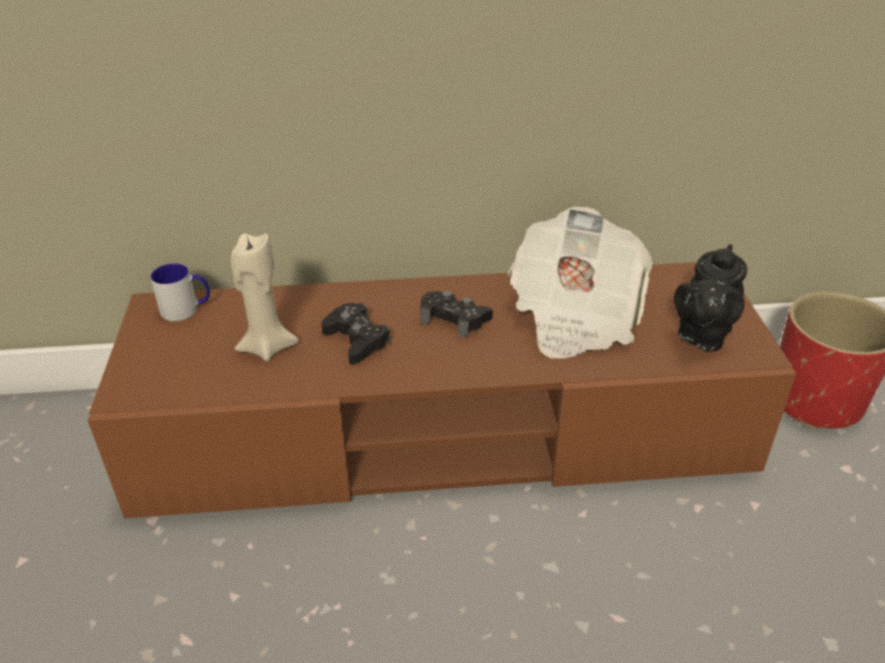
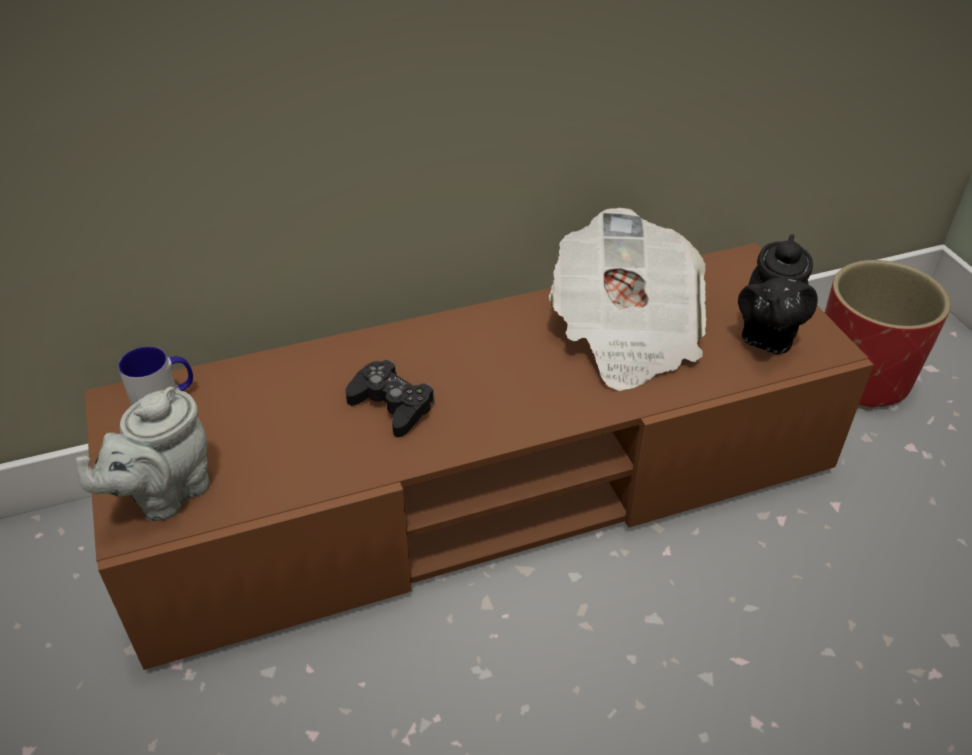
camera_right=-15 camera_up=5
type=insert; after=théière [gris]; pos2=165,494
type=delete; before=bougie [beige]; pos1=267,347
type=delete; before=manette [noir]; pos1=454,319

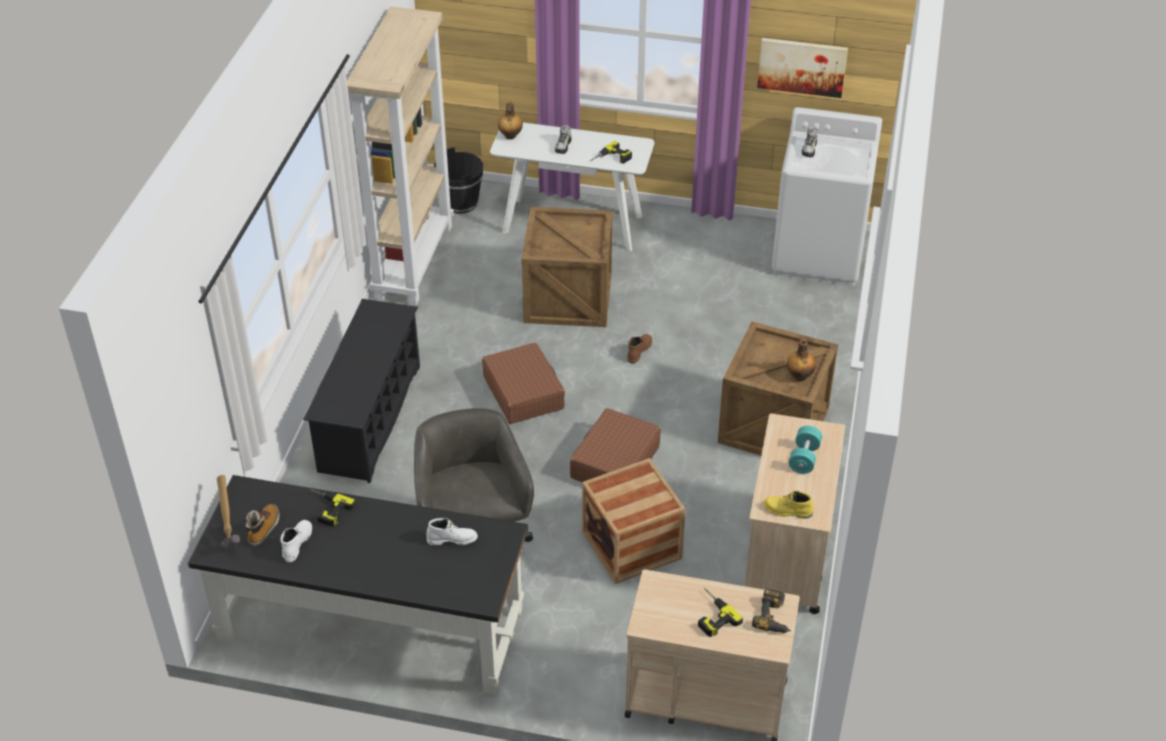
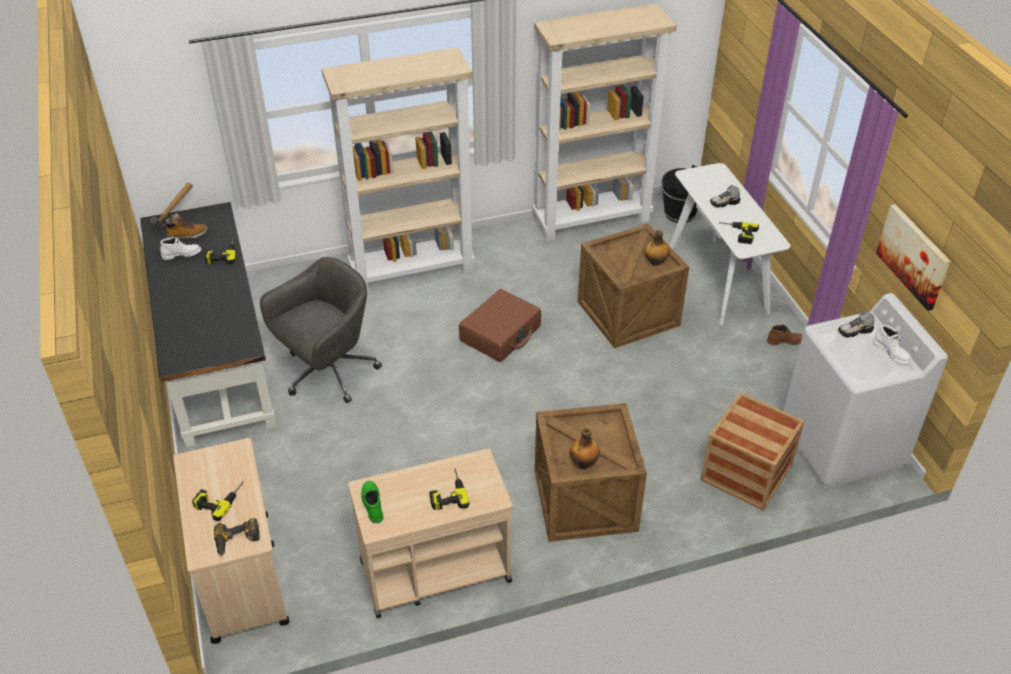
camera_right=60 camera_up=0
type=replace; before=étagère à chaussures [noir]; after=bibliothèque [beige]; pos1=369,418; pos2=412,270
type=recolor; before=botte [jaune]; after=botte [vert]; pos1=787,511; pos2=371,504
type=replace; before=haltère [turquoise]; after=perceuse; pos1=804,458; pos2=447,492
type=move; before=bouteille; pos1=510,136; pos2=655,262
type=move; before=caisse; pos1=631,545; pos2=746,473
type=move; before=botte [marron]; pos1=638,350; pos2=785,341
type=move; before=botte [blanc]; pos1=452,539; pos2=892,352
type=delete; before=valise [marron]; pos1=614,462

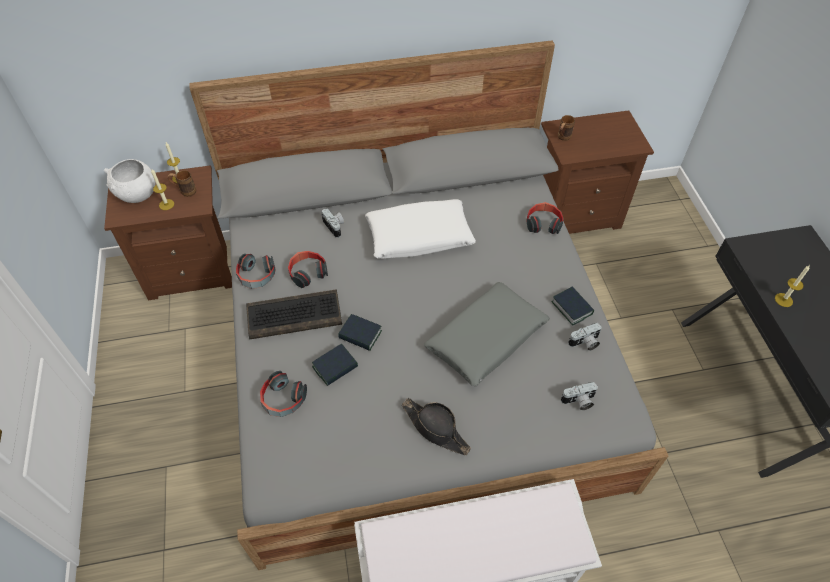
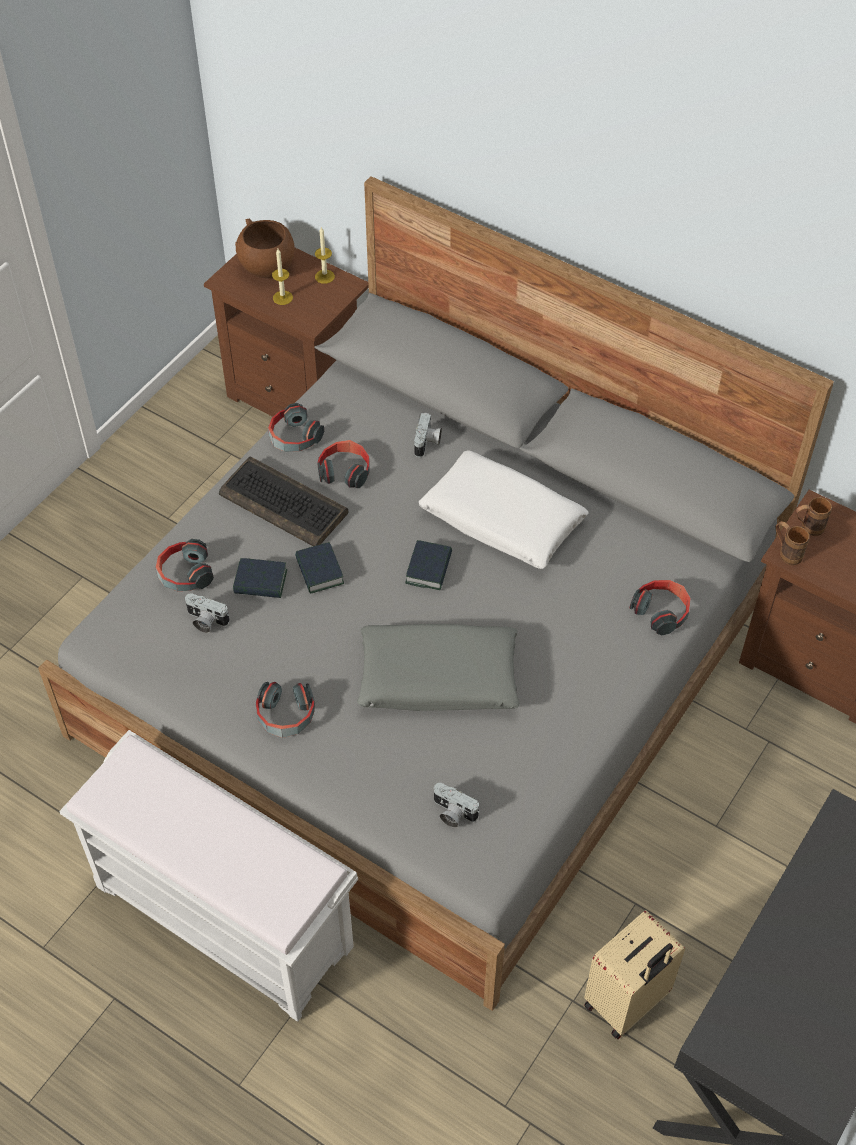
camera_right=45 camera_up=0
type=move; before=appareil photo; pos1=585,343; pos2=205,621
type=recolor; before=bol [blanc]; after=bol [marron]; pos1=138,195; pos2=267,269
type=replace; before=chapeau [noir]; after=casque audio; pos1=436,429; pos2=285,716
type=move; before=livre; pos1=572,308; pos2=429,569
type=insert; after=valise [beige]; pos2=627,1002
type=move; before=mug [marron]; pos1=185,191; pos2=786,553
type=delete; before=bougie; pos1=783,300

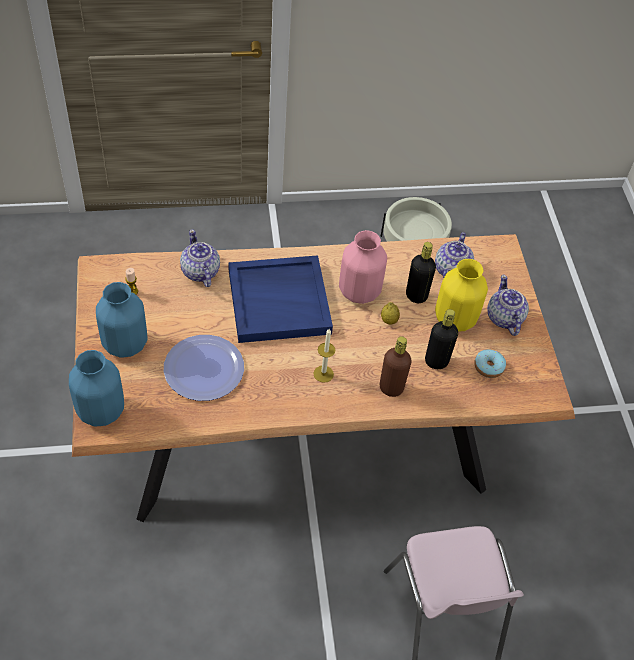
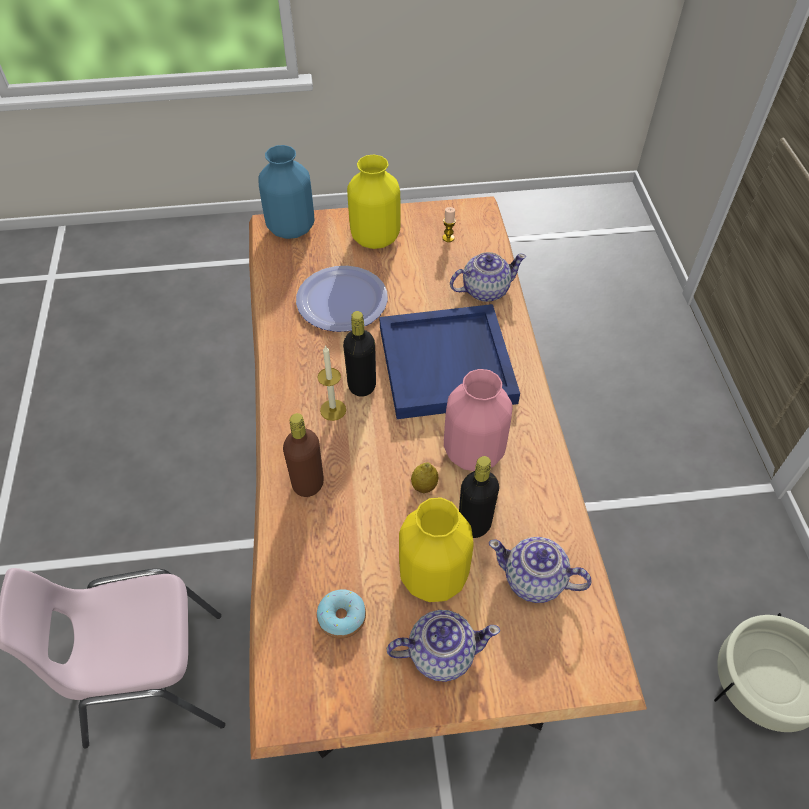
camera_right=95 camera_up=0
type=move; before=bouteille [noir]; pos1=436,361; pos2=362,386
type=recolor; before=vase [bleu]; after=vase [jaune]; pos1=125,343; pos2=376,238

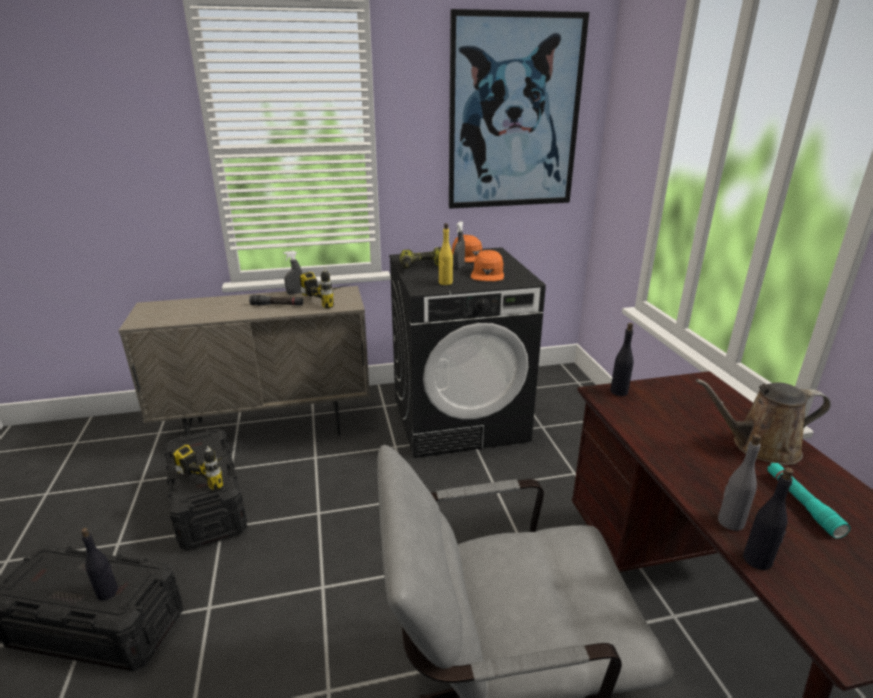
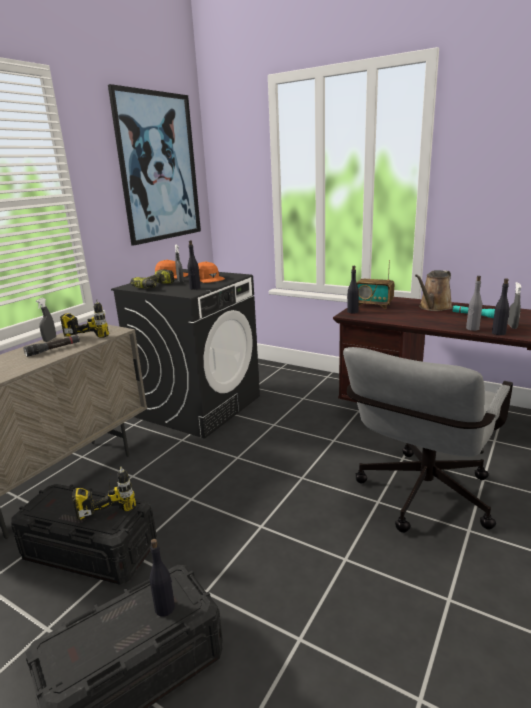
camera_right=-45 camera_up=-5
type=recolor; before=bouteille [jaune]; after=bouteille [noir]; pos1=445,283; pos2=195,288
type=insert; after=radio; pos2=373,305
type=insert; after=vaporisateur [gris]; pos2=512,326

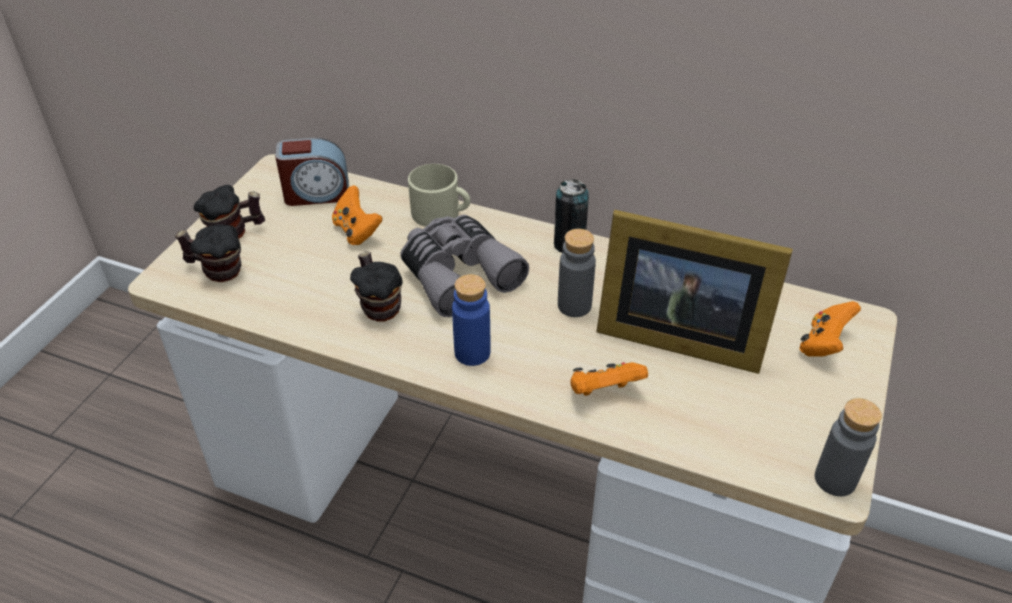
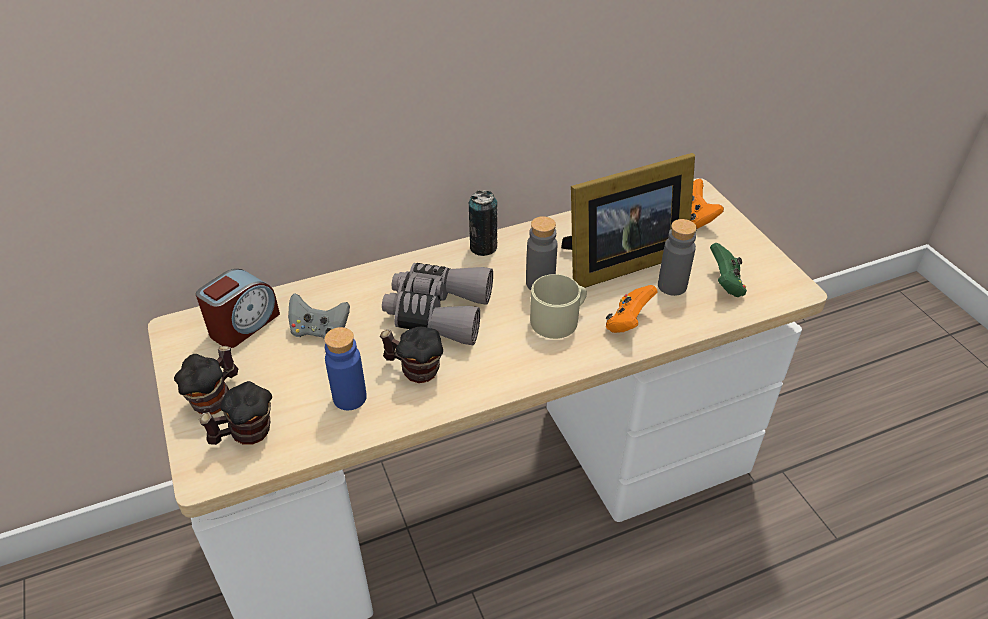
camera_right=-45 camera_up=0
type=recolor; before=manette [orange]; after=manette [gris]; pos1=357,231; pos2=319,331
type=move; before=bouteille [bleu]; pos1=472,353; pos2=350,397
type=move; before=mug [beige]; pos1=441,213; pos2=559,319
type=move; before=bouteille [gris]; pos1=835,479; pos2=672,286
type=insert; after=manette [vert]; pos2=725,284

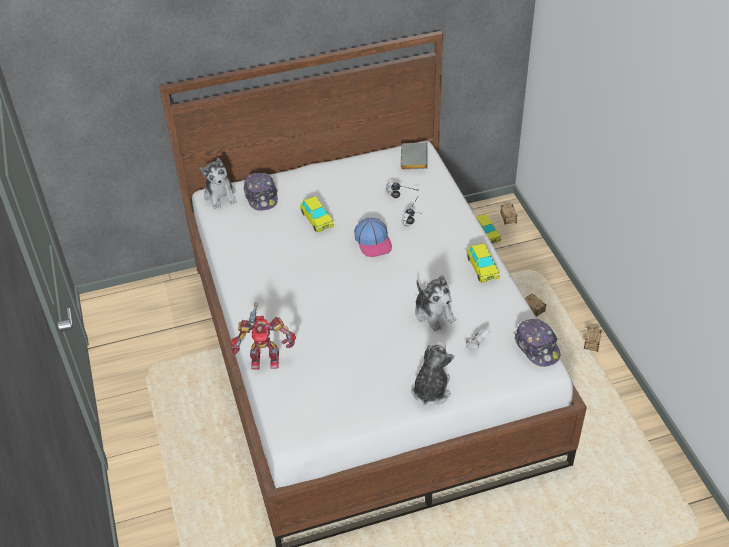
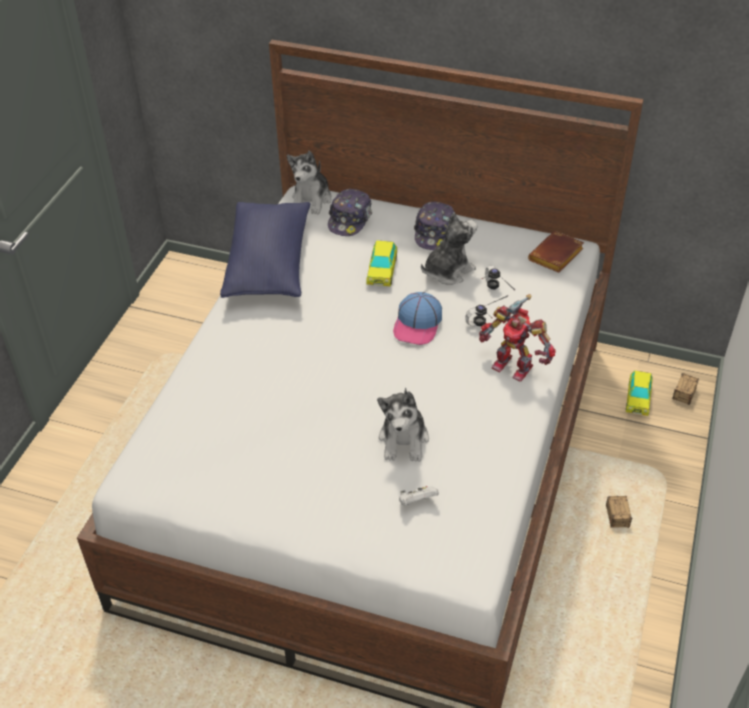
camera_right=35 camera_up=0
type=insert; after=coussin [bleu]; pos2=269,264
type=move; before=casquette; pos1=537,347; pos2=435,233
type=move; before=peluche; pos1=430,390; pos2=448,271
type=move; before=robot jouet; pos1=265,358; pos2=513,365
type=recolor; before=livre [gris]; after=livre [marron]; pos1=415,160; pos2=556,257
type=delete; before=petite voiture; pos1=482,268
type=delete; before=boîte de rangement; pos1=590,353

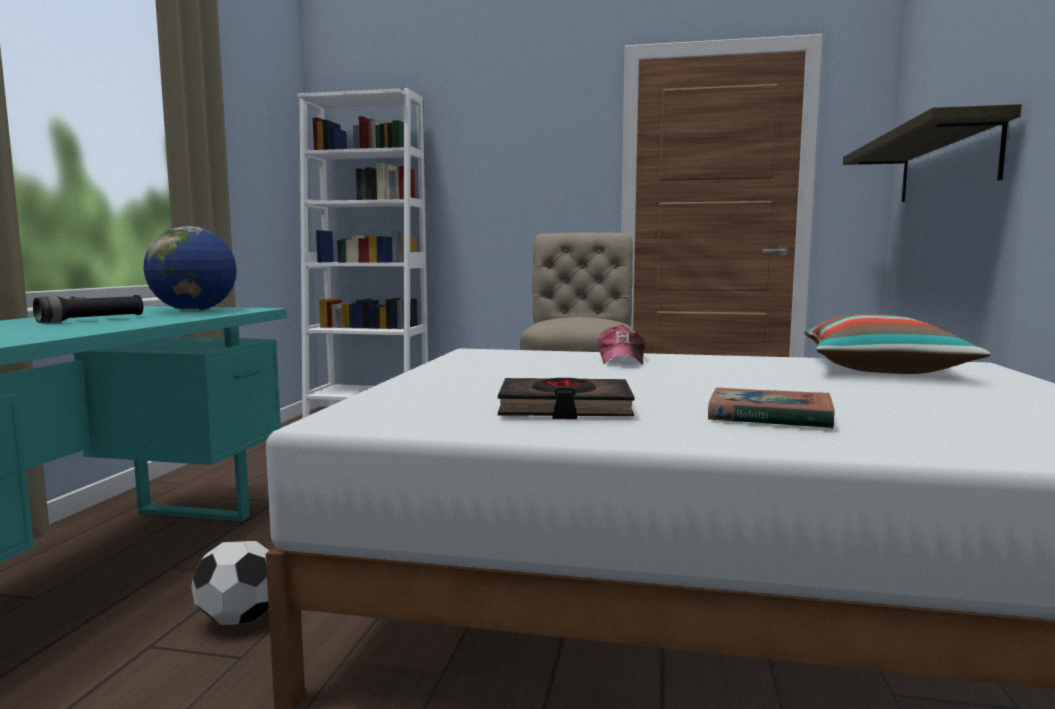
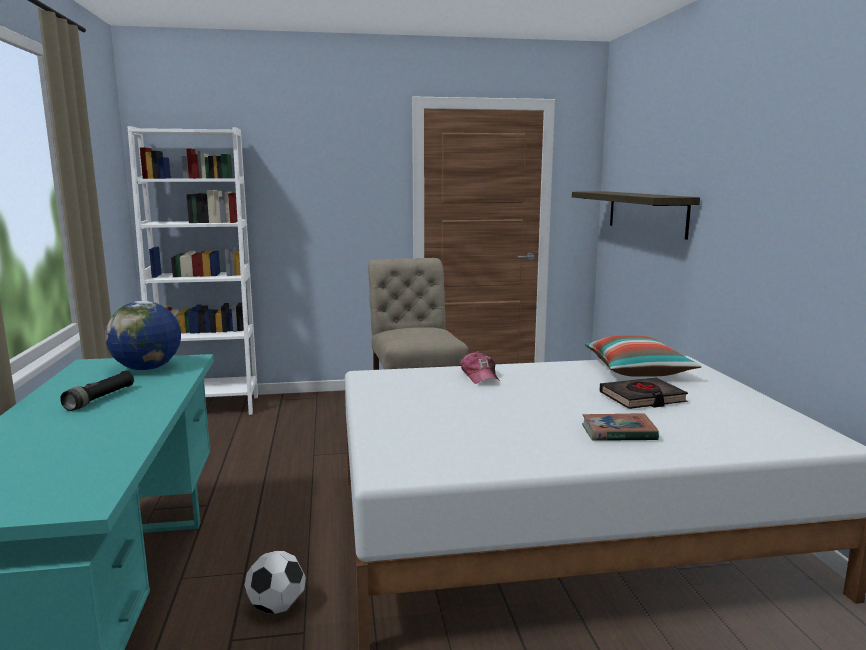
camera_right=-20 camera_up=5
type=move; before=livre [noir]; pos1=564,408; pos2=642,398

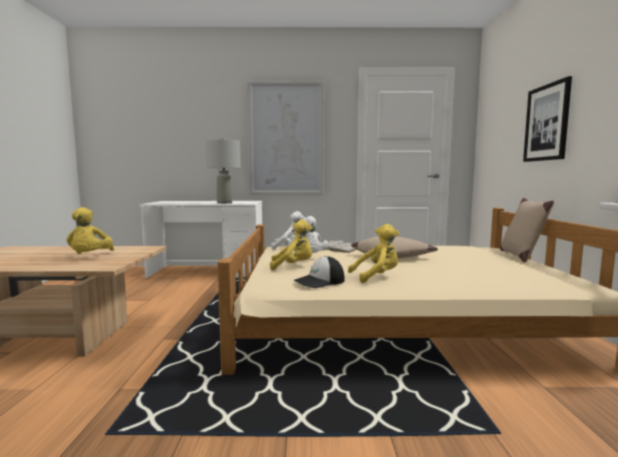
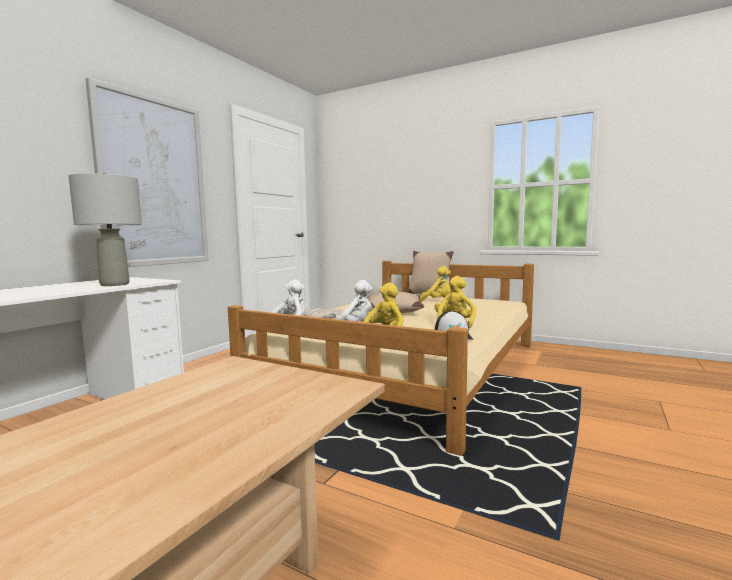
camera_right=-60 camera_up=0
type=move; before=peluche [jaune]; pos1=90,257; pos2=436,301
type=delete; before=tableau; pos1=547,123

